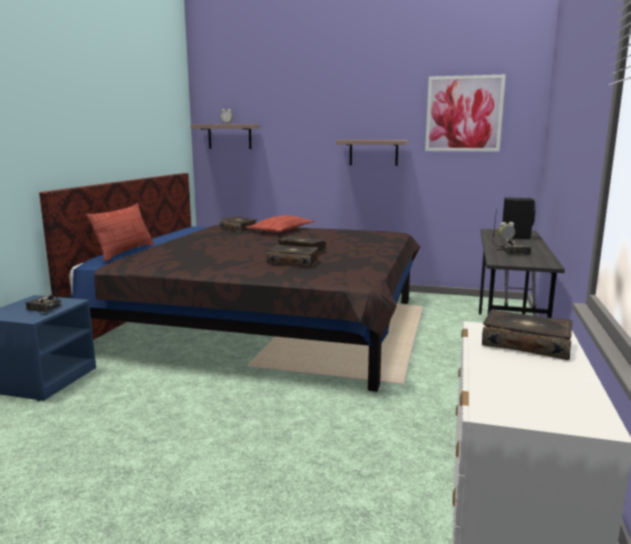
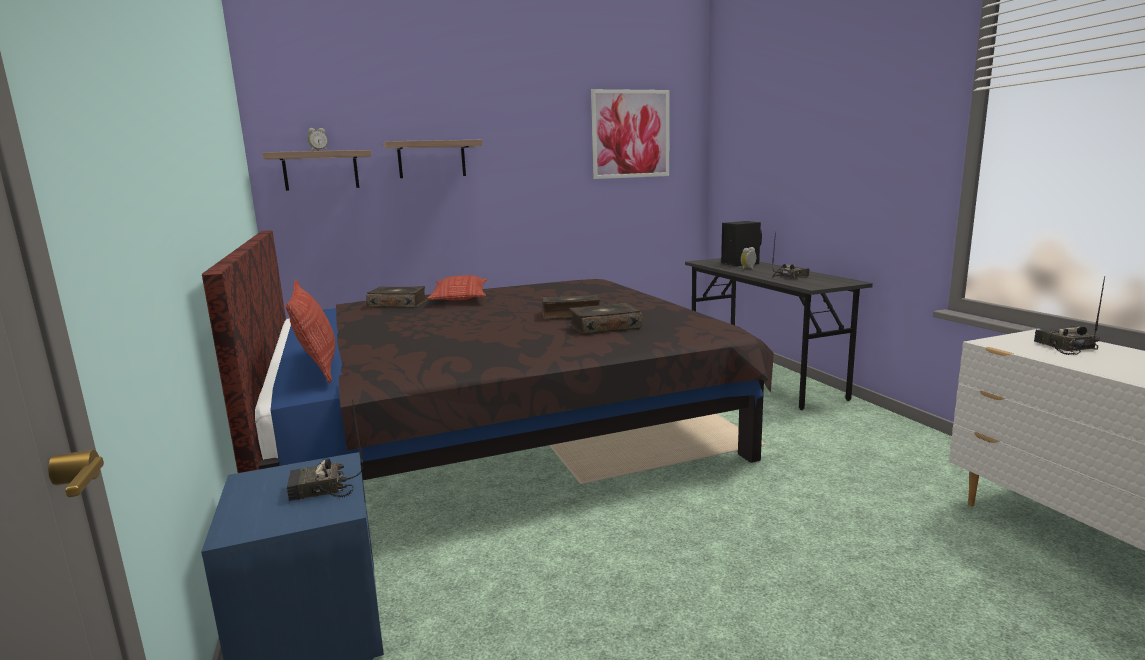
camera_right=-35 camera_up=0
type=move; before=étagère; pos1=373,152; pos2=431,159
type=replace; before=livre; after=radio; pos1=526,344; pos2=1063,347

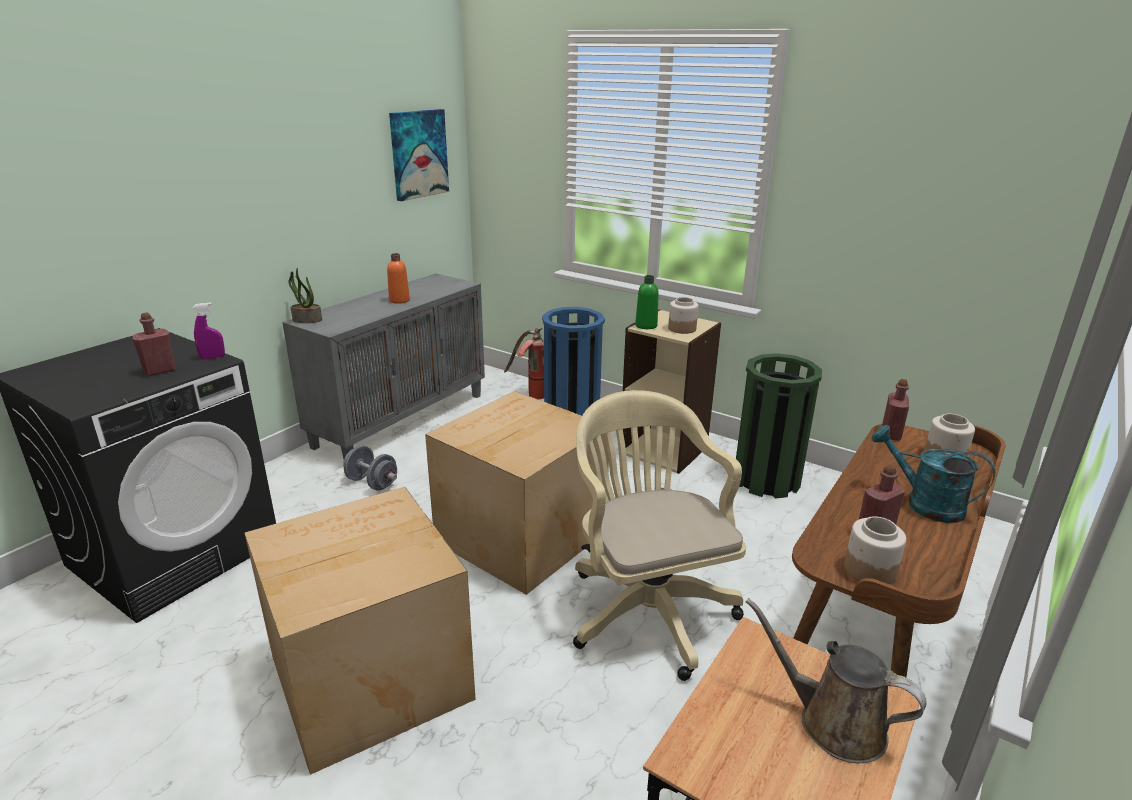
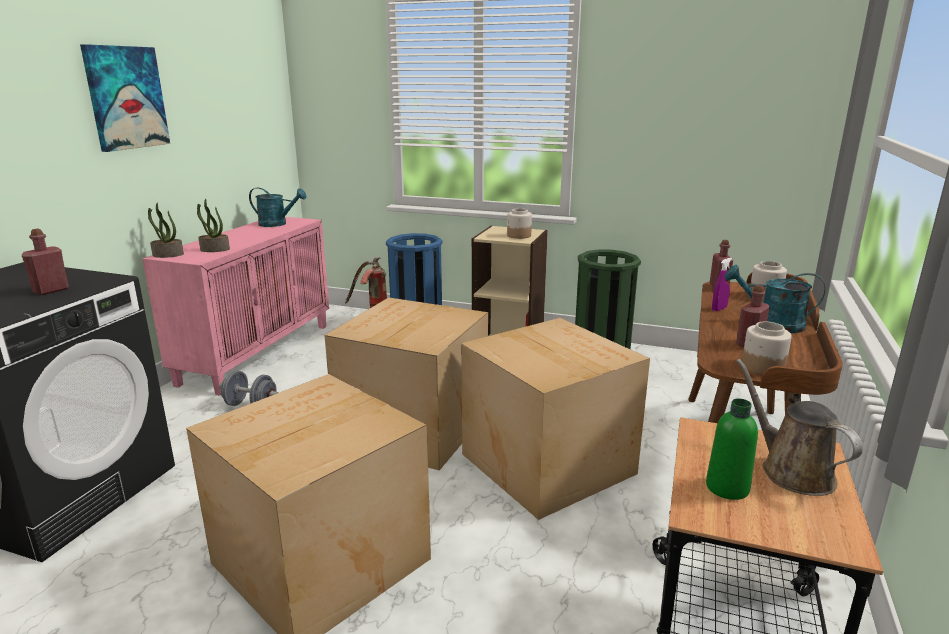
camera_right=-15 camera_up=-5
type=move; before=tableau; pos1=418,154; pos2=126,98
type=recolor; before=meuble de rangement [gris]; after=meuble de rangement [rose]; pos1=401,419; pos2=257,353
type=insert; after=plante en pot; pos2=214,250
type=insert; after=arrosoir [turquoise]; pos2=277,224
type=replace; before=chaise de bureau [beige]; after=carton; pos1=646,607; pos2=548,462
type=move; before=bouteille [vert]; pos1=646,326; pos2=727,488
type=move; before=vaporisateur [violet]; pos1=212,357; pos2=719,309
type=rotate; before=arrosoir [marron]; pos1=833,723; pos2=791,471; turn=45
type=delete; before=bouteille [orange]; pos1=399,300

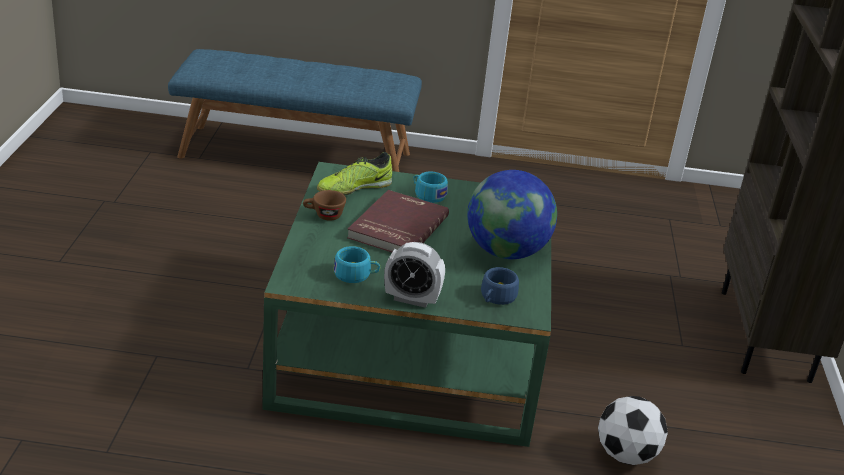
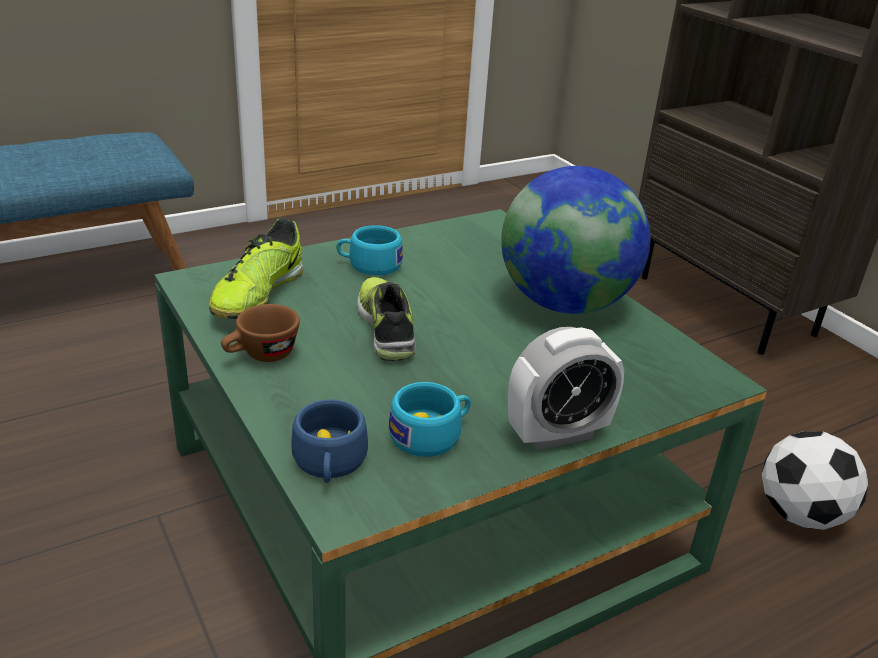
camera_right=-35 camera_up=0
type=move; before=tasse [bleu]; pos1=496,298; pos2=329,464
type=replace; before=livre [rouge]; after=chaussure; pos1=396,227; pos2=388,327

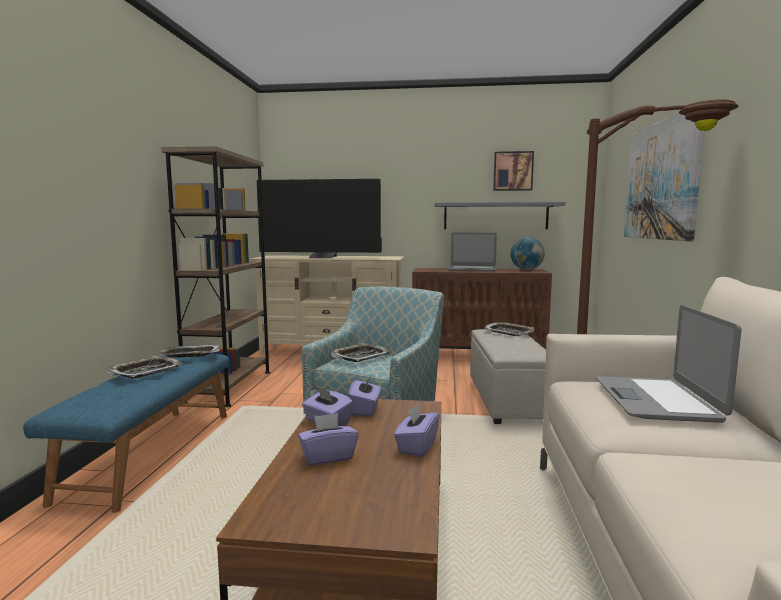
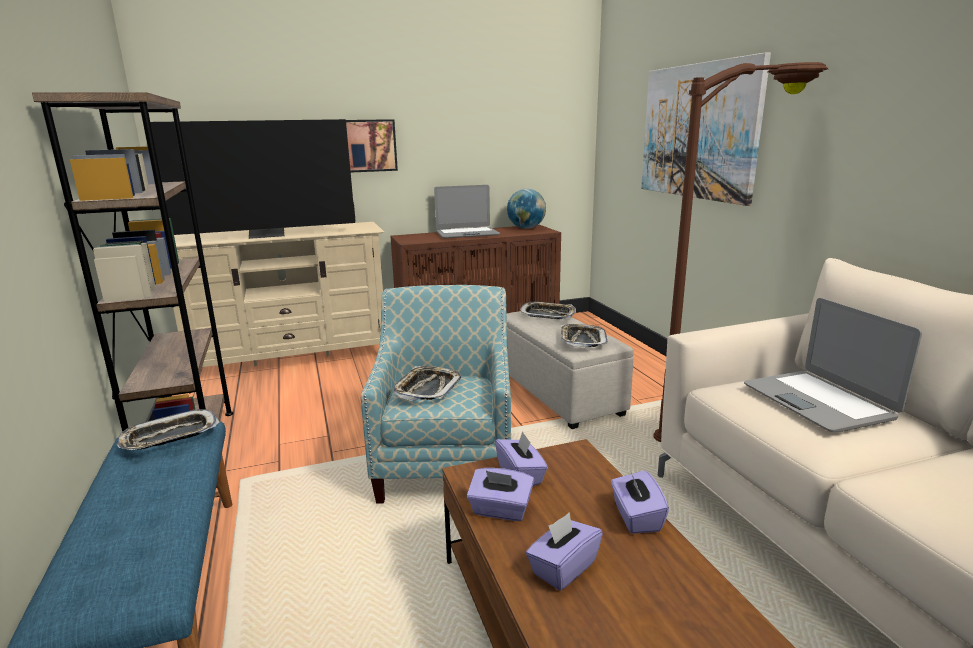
camera_right=-25 camera_up=10
type=move; before=tableau; pos1=513,171; pos2=370,145
type=move; before=plateau; pos1=145,372; pos2=582,340
type=delete; before=étagère [gris]; pos1=495,216

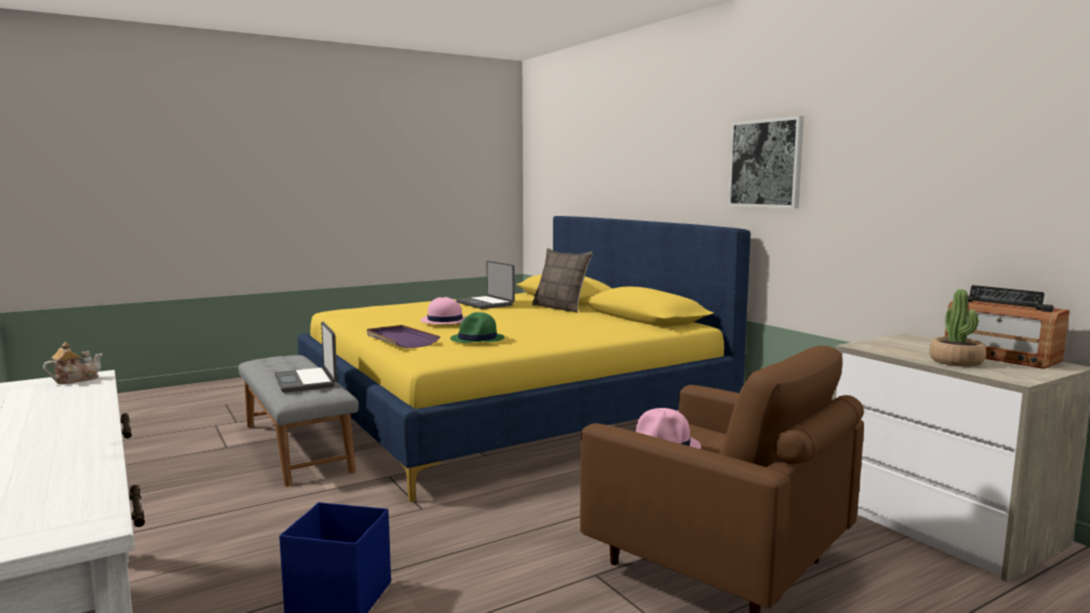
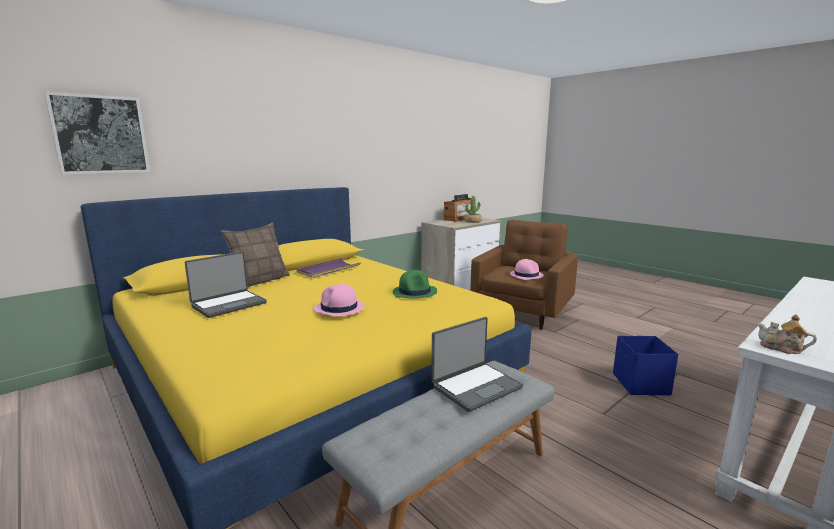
camera_right=-100 camera_up=5
type=move; before=tableau; pos1=765,163; pos2=100,134
type=move; before=plateau [violet]; pos1=401,339; pos2=328,270

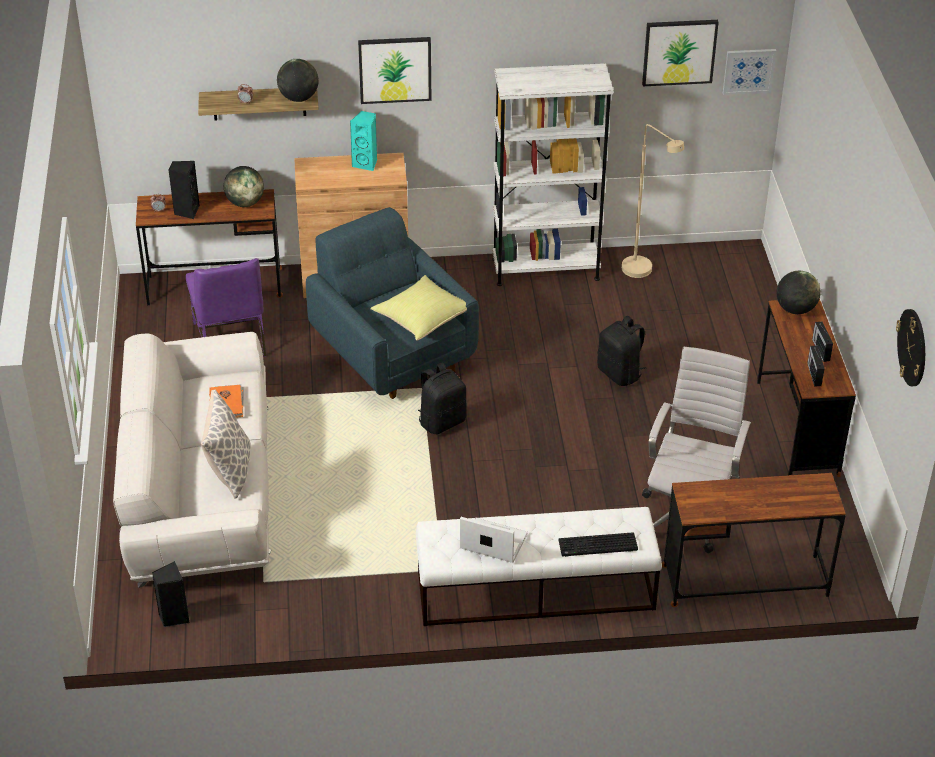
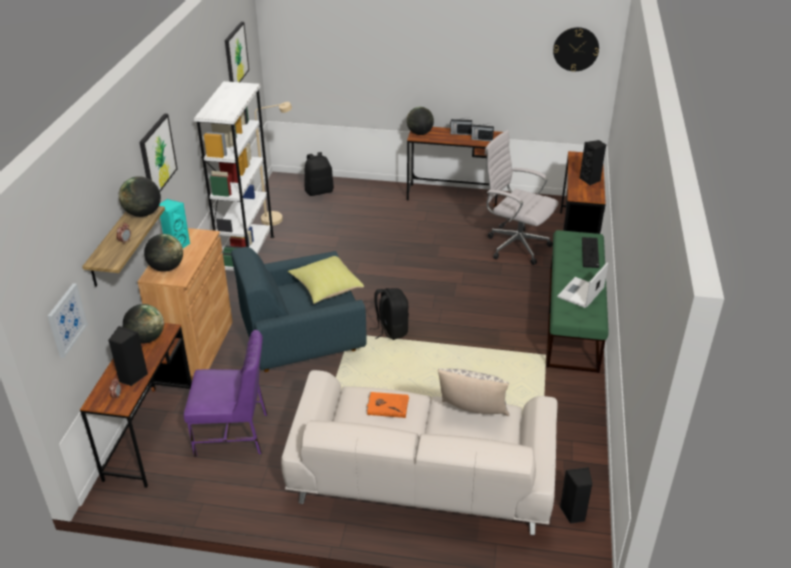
camera_right=-75 camera_up=-5
type=move; before=tableau; pos1=748,71; pos2=66,320
type=insert; after=globe; pos2=166,268
type=move; before=sac à dos [noir]; pos1=620,373; pos2=319,191
type=recolor; before=banc [blanc]; after=banc [vert]; pos1=535,591; pos2=573,317
type=insert; after=enceinte [noir]; pos2=590,180

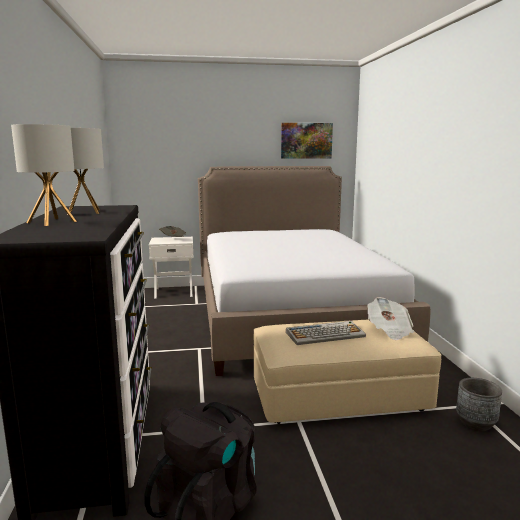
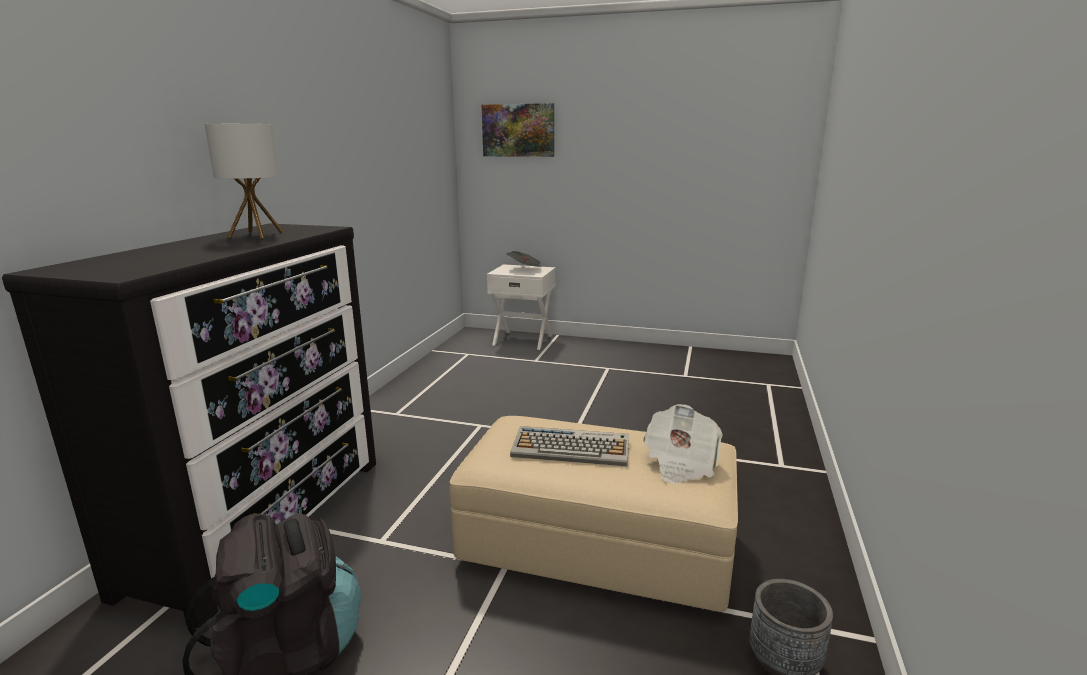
camera_right=25 camera_up=5
type=move; before=tableau; pos1=306,140; pos2=518,130
type=delete; before=lampe de table; pos1=52,222
type=delete; before=lit; pos1=290,316

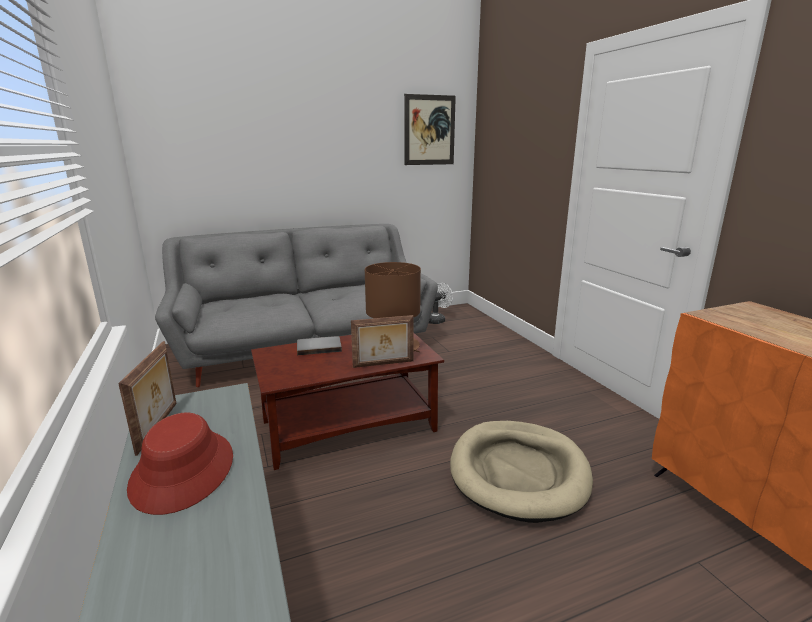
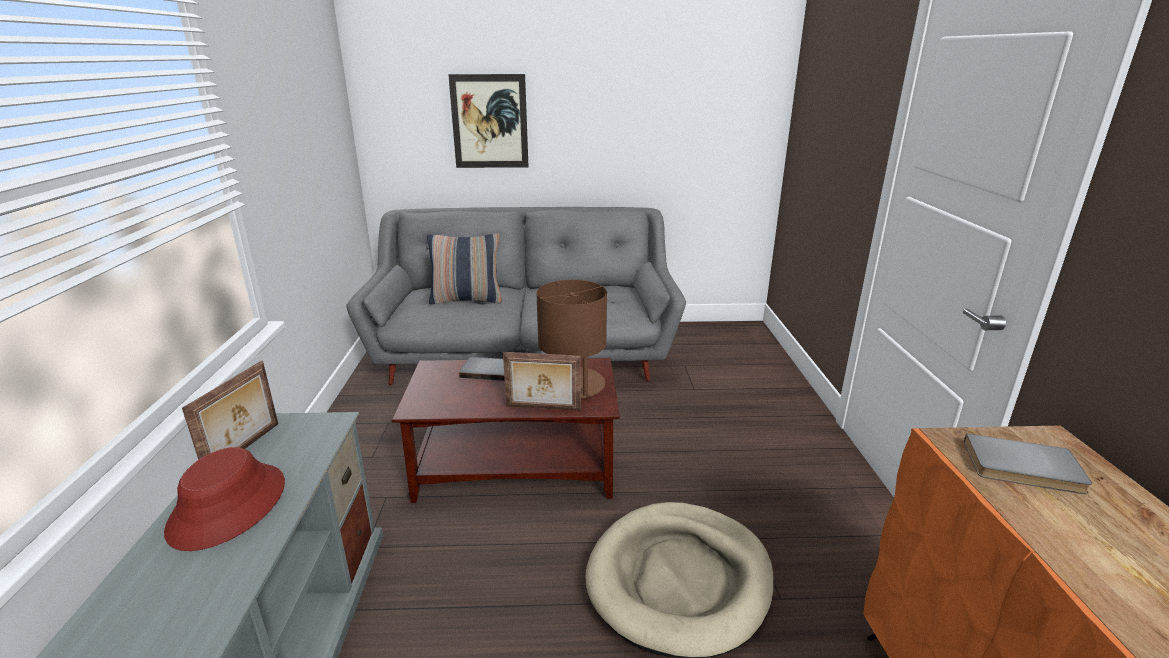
camera_right=20 camera_up=5
type=insert; after=coussin; pos2=467,300
type=move; before=tableau; pos1=429,130; pos2=489,122
type=insert; after=livre [gris]; pos2=1023,469
type=delete; before=ventilateur [blanc]; pos1=437,320

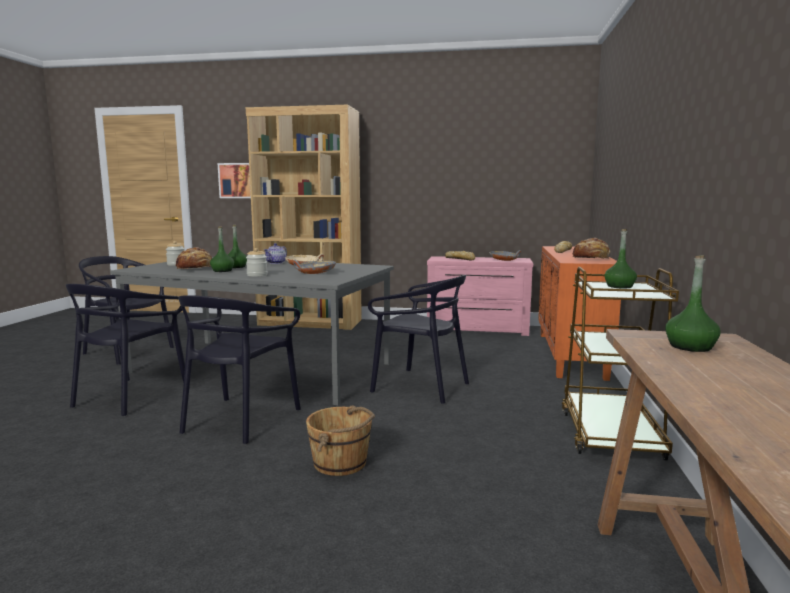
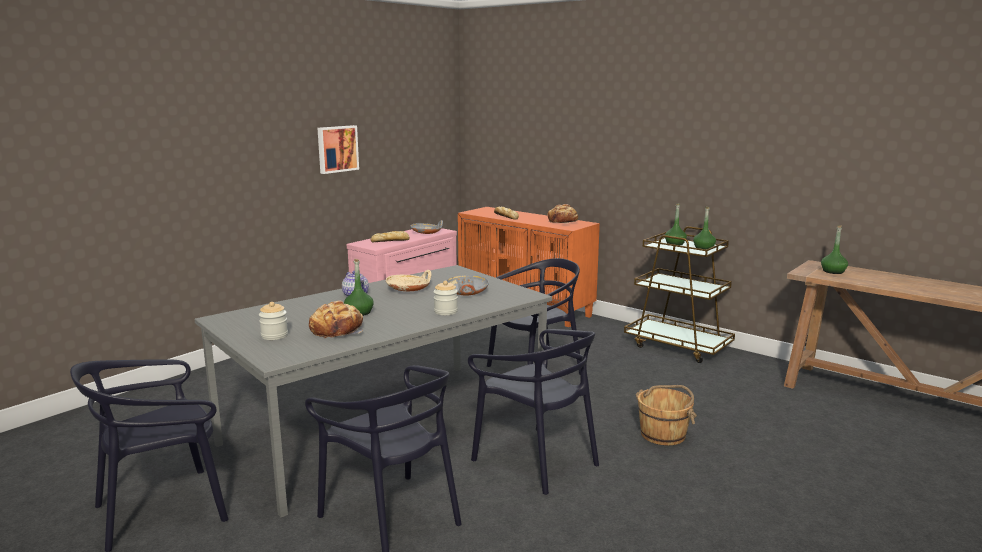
camera_right=-60 camera_up=5
type=move; before=tableau; pos1=236,180; pos2=337,149
type=move; before=bouteille [vert]; pos1=222,271; pos2=704,248
type=delete; before=bibliothèque [marron]; pos1=310,322

